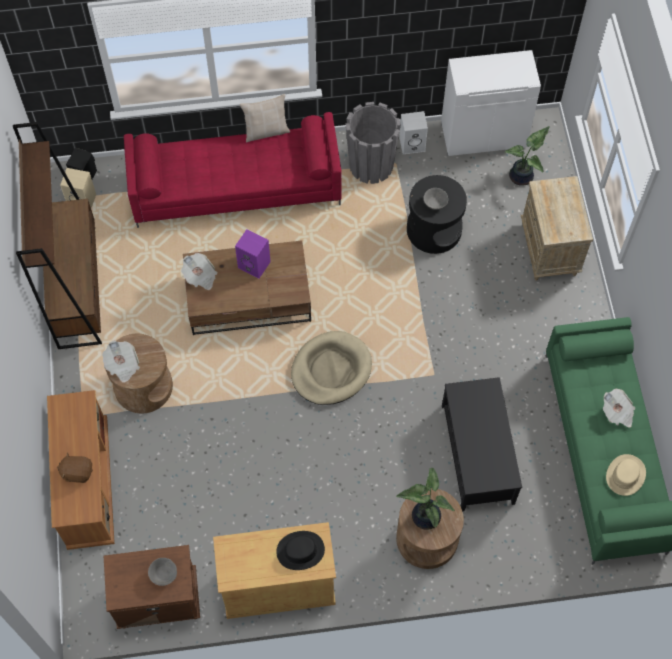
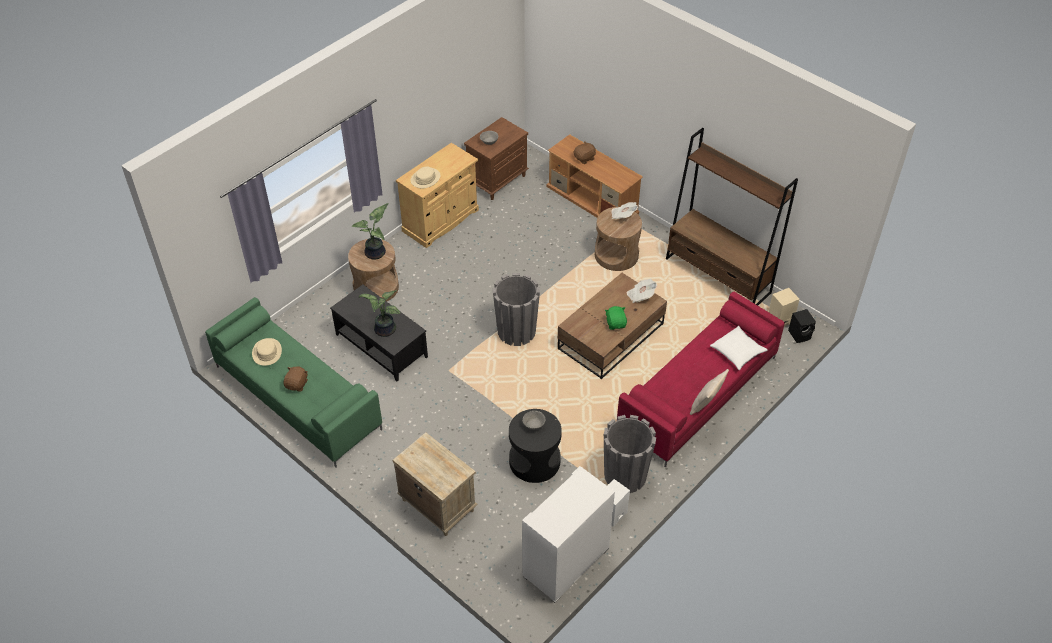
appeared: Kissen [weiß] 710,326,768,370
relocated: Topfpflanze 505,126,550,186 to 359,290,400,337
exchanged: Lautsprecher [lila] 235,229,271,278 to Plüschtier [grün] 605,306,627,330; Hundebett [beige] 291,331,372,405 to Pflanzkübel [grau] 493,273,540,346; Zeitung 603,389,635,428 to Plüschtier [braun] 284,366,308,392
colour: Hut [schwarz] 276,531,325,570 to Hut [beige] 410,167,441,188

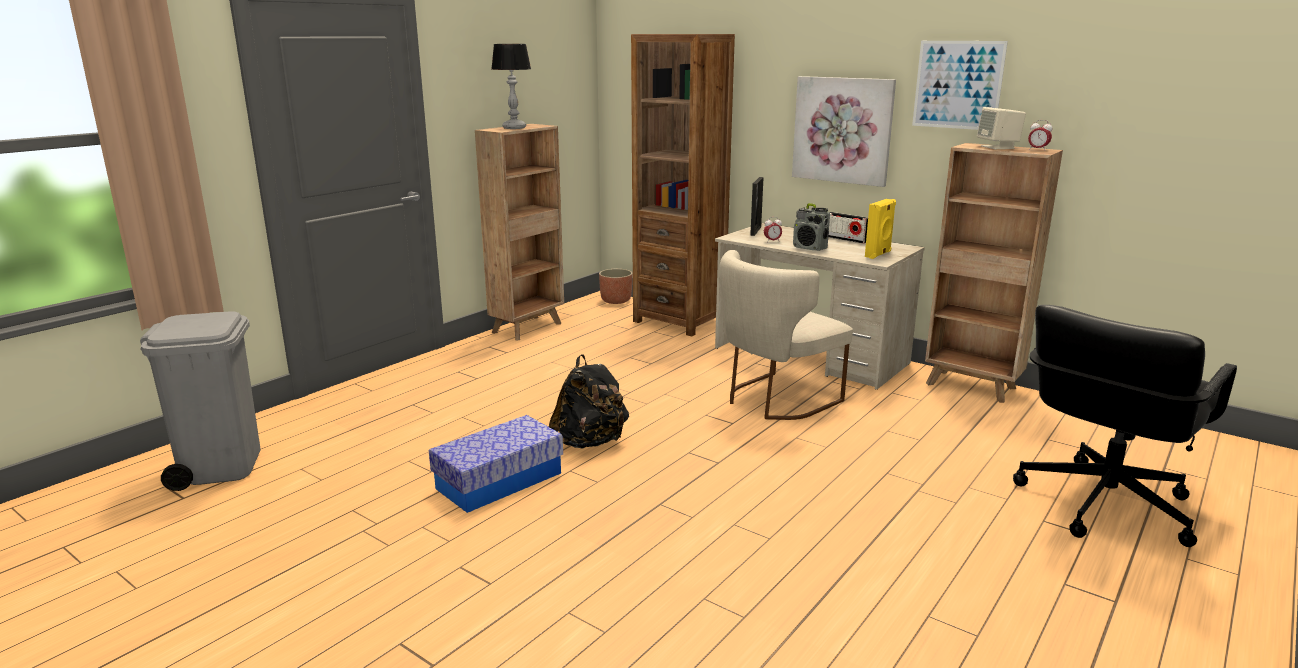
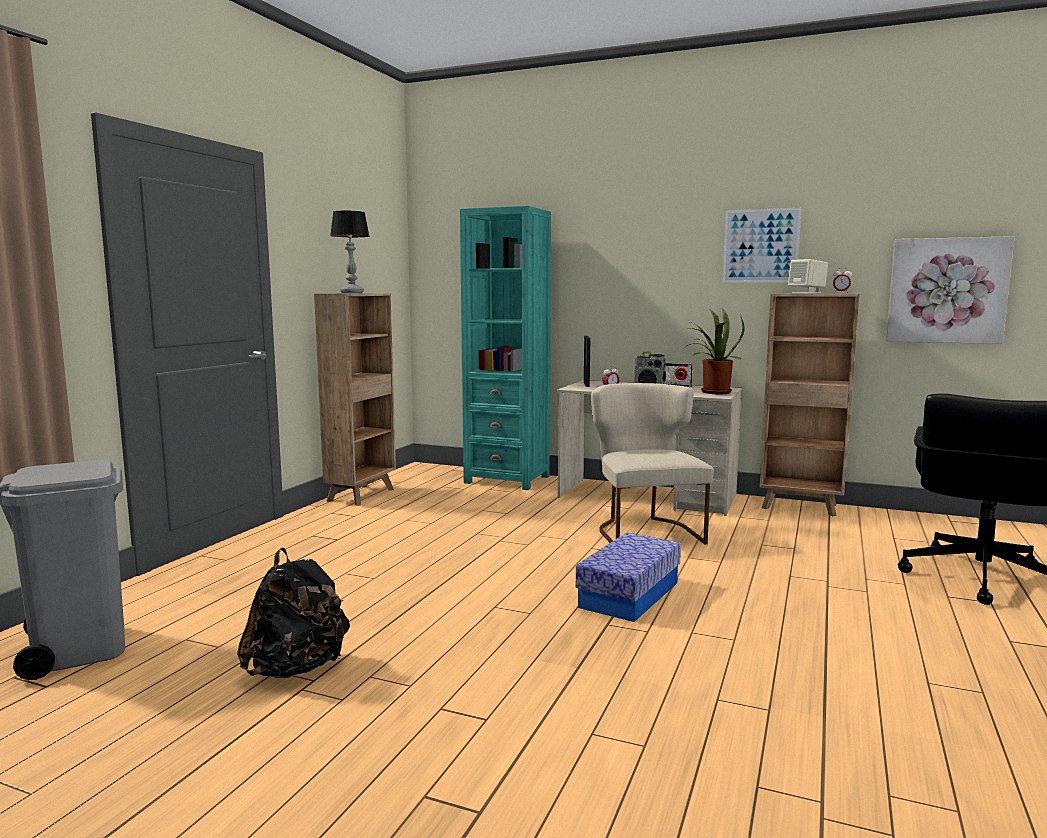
missing: Pflanzkübel 599,269,632,304
relocated: Bild 792,76,896,187 to 886,236,1014,344; Rucksack [schwarz] 549,354,629,448 to 237,548,350,678; Aufbewahrungsbox 429,415,563,513 to 576,532,681,622
exchanged: Lautsprecher [gelb] 865,199,896,259 to Topfpflanze 687,309,745,394
colour: Bücherregal [braun] 631,34,735,337 to Bücherregal [türkis] 460,206,551,490
spun: Stuhl [beige] 719,250,853,420 = 591,383,714,545 135 degrees clockwise

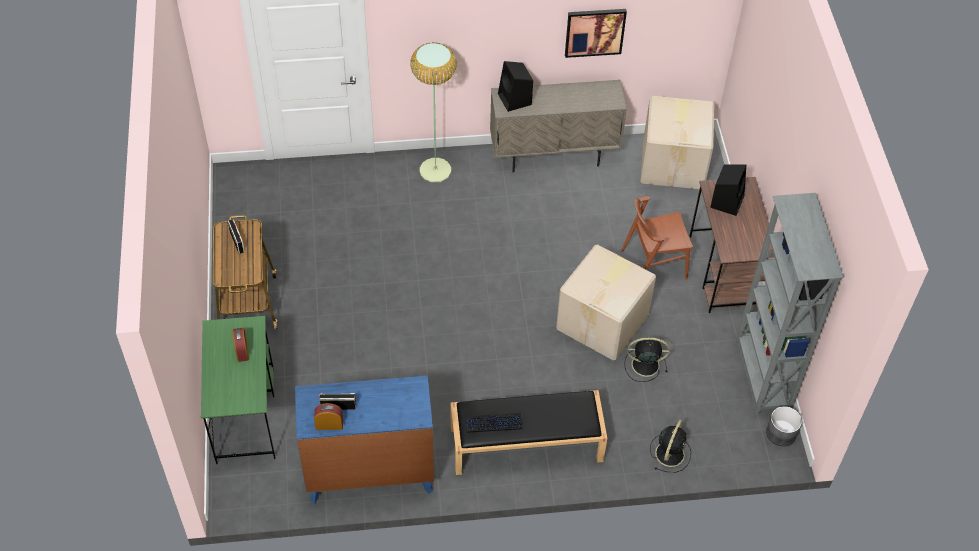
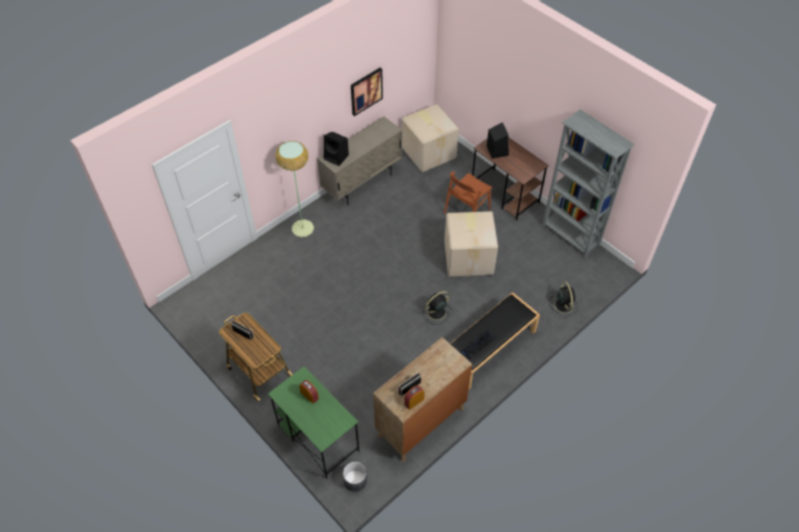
relocated: Ventilator [schwarz] 624,337,670,382 to 422,291,451,325; Pflanzkübel [grau] 766,406,802,446 to 343,462,367,492
colour: Kommode [blau] 295,376,434,504 to Kommode [braun] 373,337,472,462

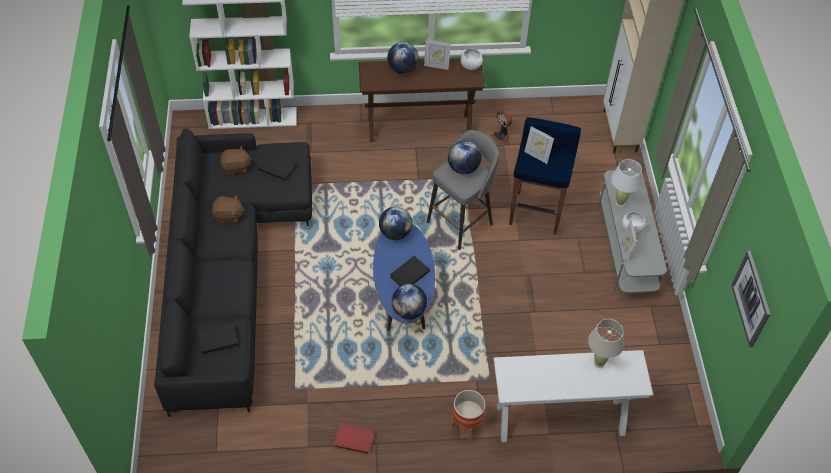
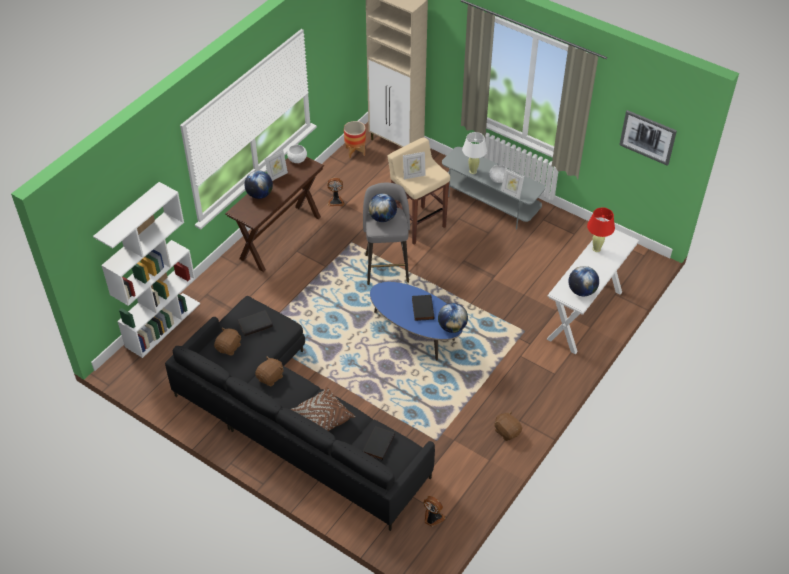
appeared: Kissen [braun] 291,387,355,431; Ventilator 423,496,445,527
relocated: Globus 379,207,412,240 to 568,266,599,296; Pflanzkübel 451,390,486,440 to 344,121,366,158
exchanged: Buch [rot] 334,424,374,455 to Plüschtier [braun] 494,411,522,441
colour: Hocker [blau] 509,117,581,234 to Hocker [beige] 388,137,450,244; Tischlampe [beige] 588,319,624,368 to Tischlampe [rot] 587,207,615,252

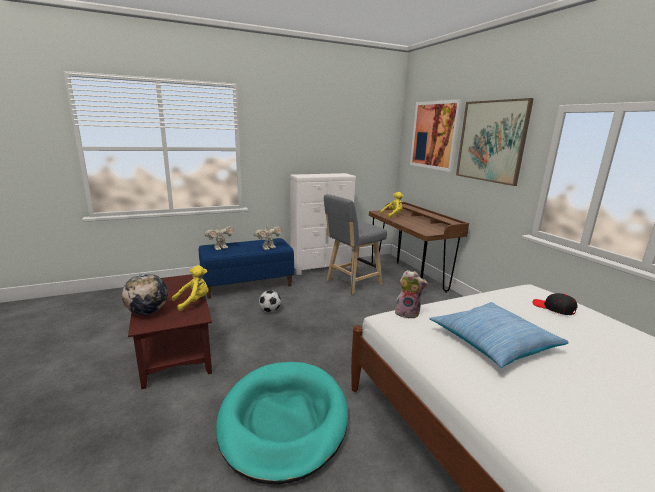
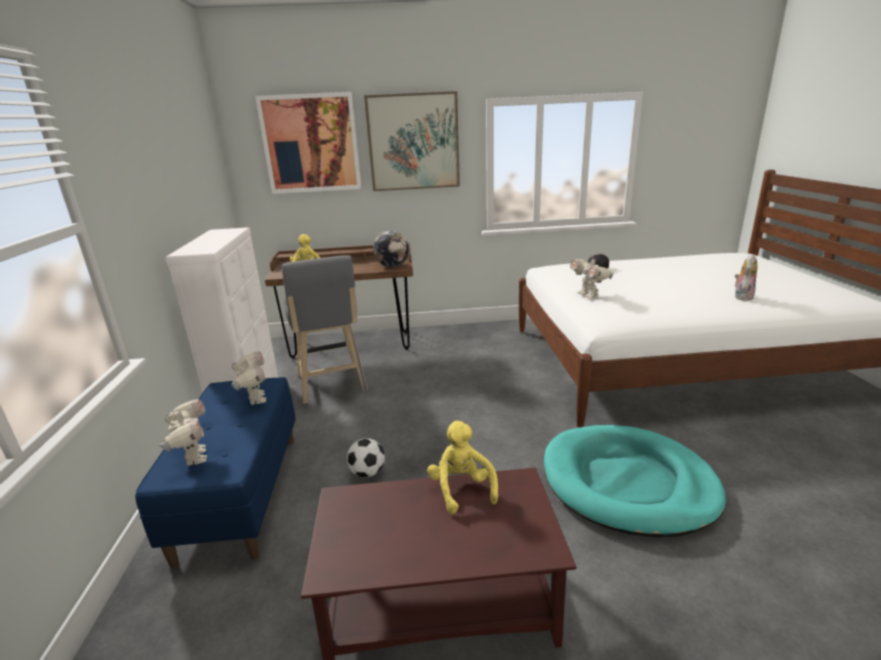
missing: Kissen 429,302,569,368
appeared: Spielzeugroboter 570,257,614,298
relocated: Plüschtier 395,270,428,318 to 735,254,757,301; Globus 122,273,168,315 to 373,231,409,267

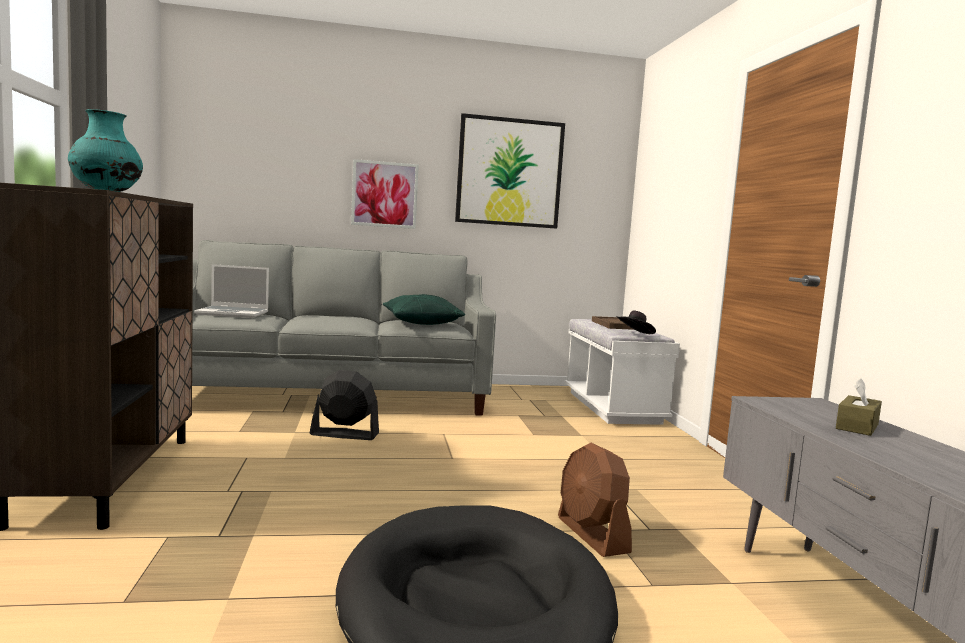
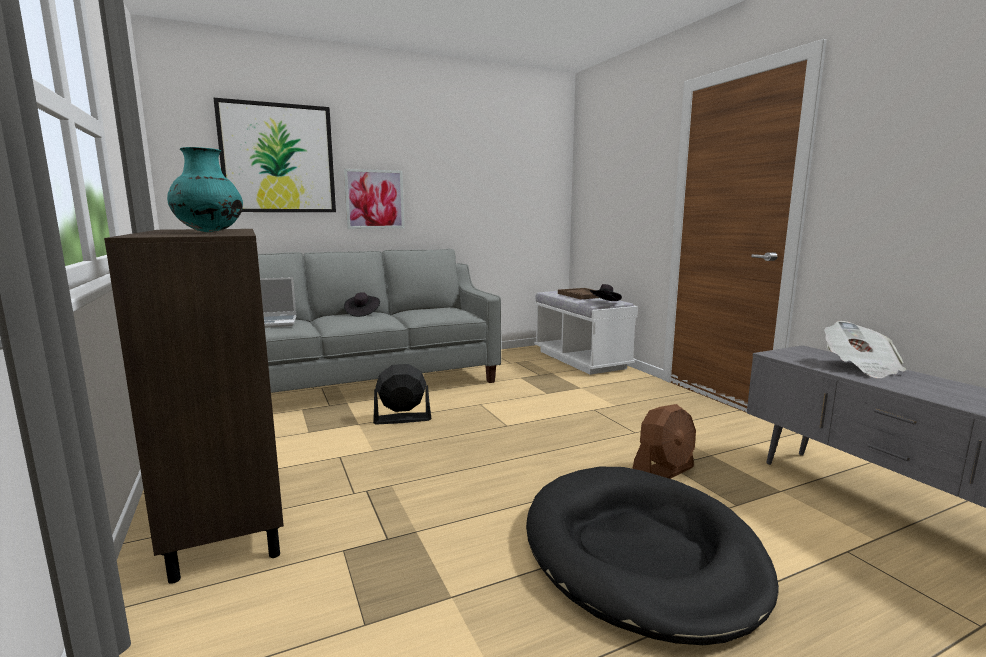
missing: Kissen [grün] 383,294,465,325
appeared: Hut [schwarz] 344,292,380,317
relocated: Bild 455,113,565,228 to 214,98,336,212
exchanged: Taschentuchbox [braun] 836,378,882,436 to Zeitung 824,321,906,378
spun: Ventilator [braun] 558,443,632,557 = 632,404,696,479 90 degrees counterclockwise

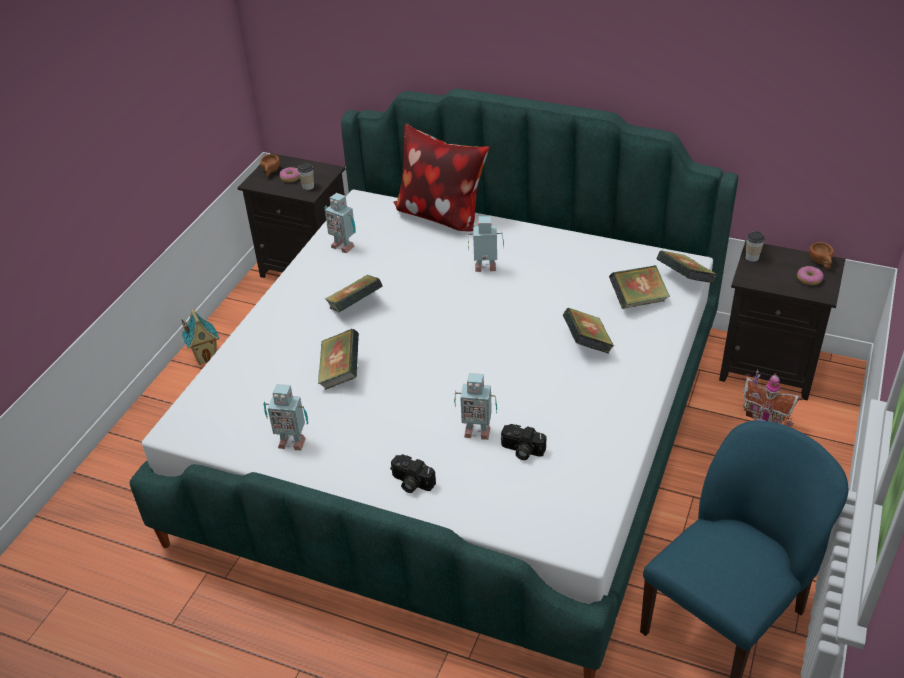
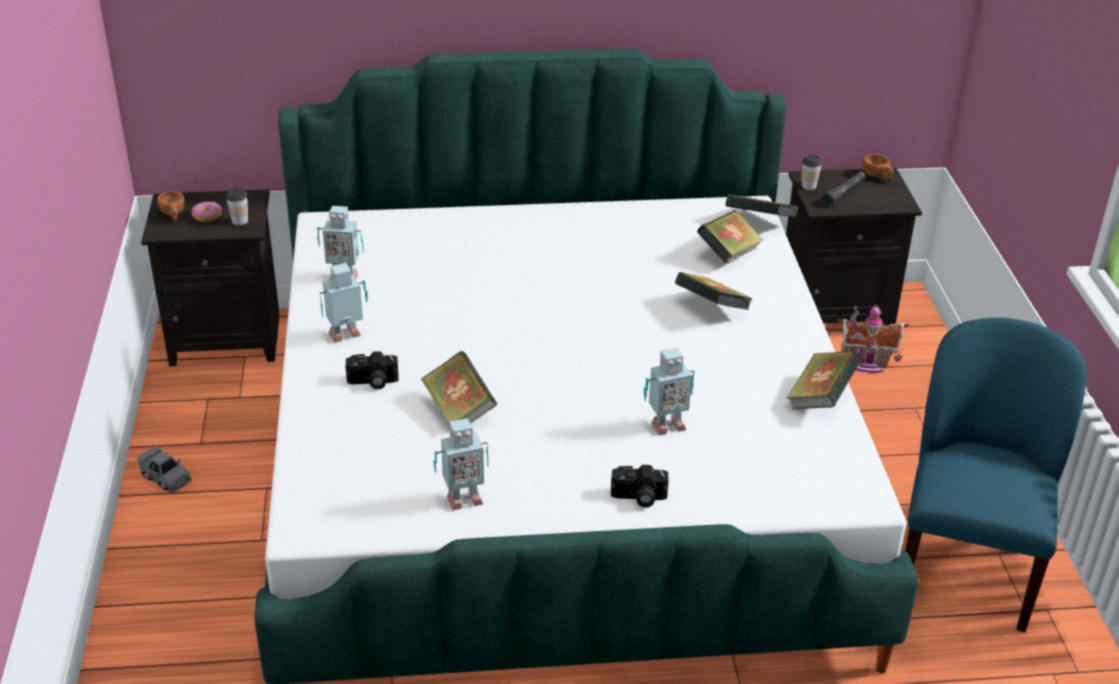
missing: Kissen 394,124,489,231; Donut 797,266,823,285
appeared: Taschenlampe [grau] 822,172,865,206
relocated: Spielzeugroboter 468,216,504,272 to 319,263,368,343; Buch 325,275,383,312 to 787,351,861,409; Kamera 501,424,547,460 to 345,351,398,389
exchanged: Spielzeughaus 181,309,220,365 to Spielzeugauto [grau] 137,446,192,493

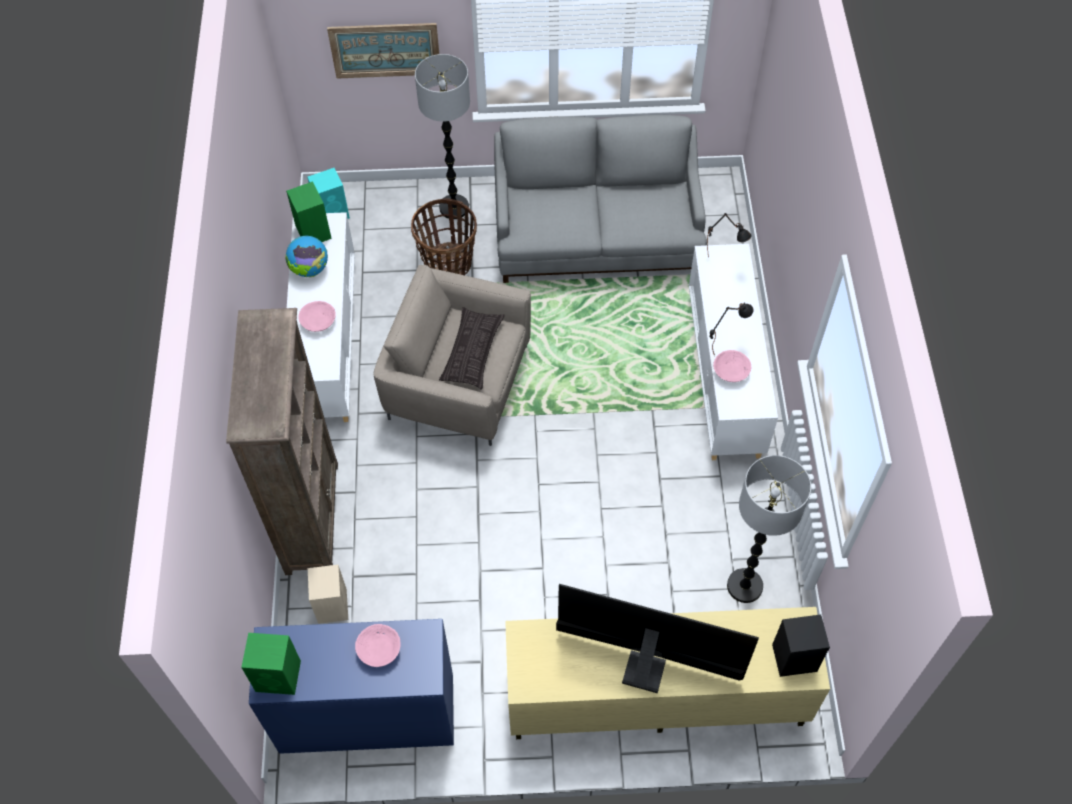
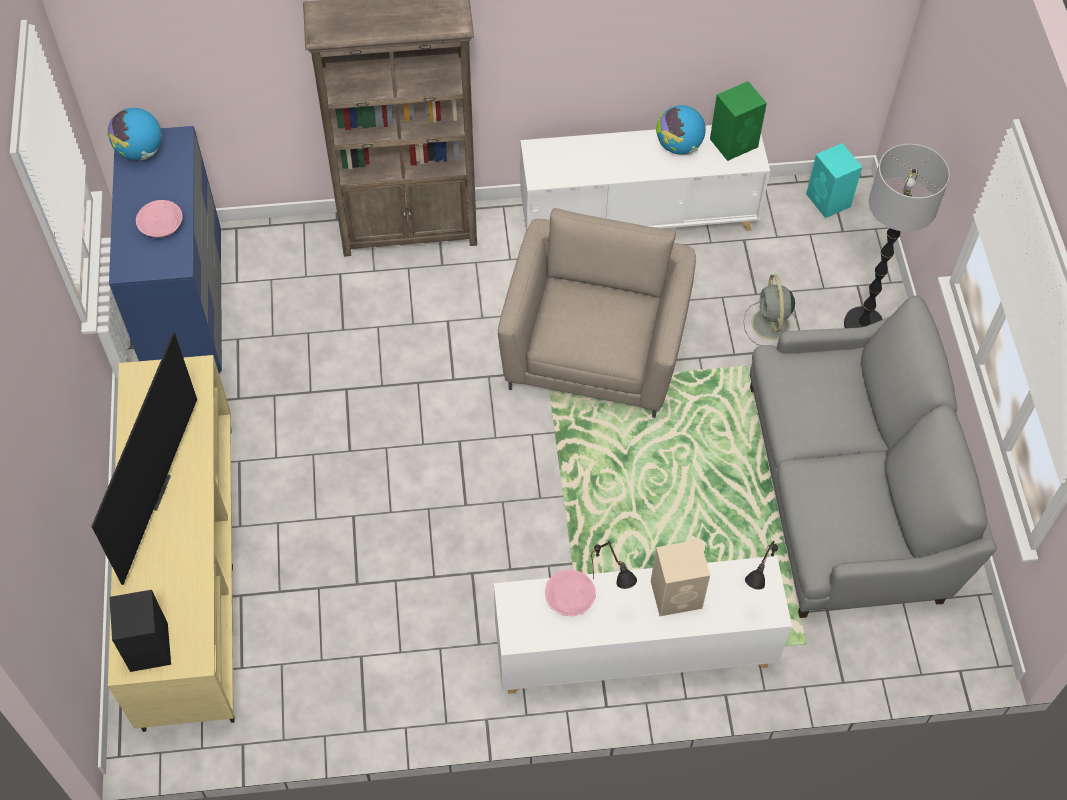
missing: Bild 327,23,439,79; Schüssel [rosa] 298,301,336,332; Kissen 439,307,504,390; Stehlampe 727,455,811,603
relocated: Lautsprecher [beige] 308,565,348,624 to 651,540,710,616
exchanged: Korb 411,198,477,275 to Ventilator [grau] 743,274,800,346; Lautsprecher [grün] 241,633,301,695 to Globus 107,108,162,160

